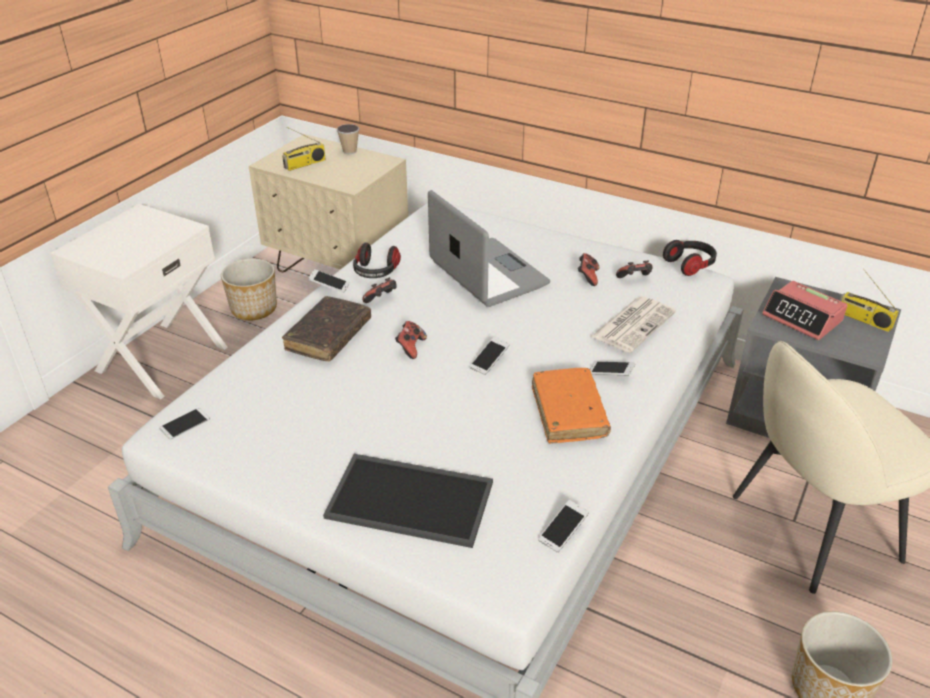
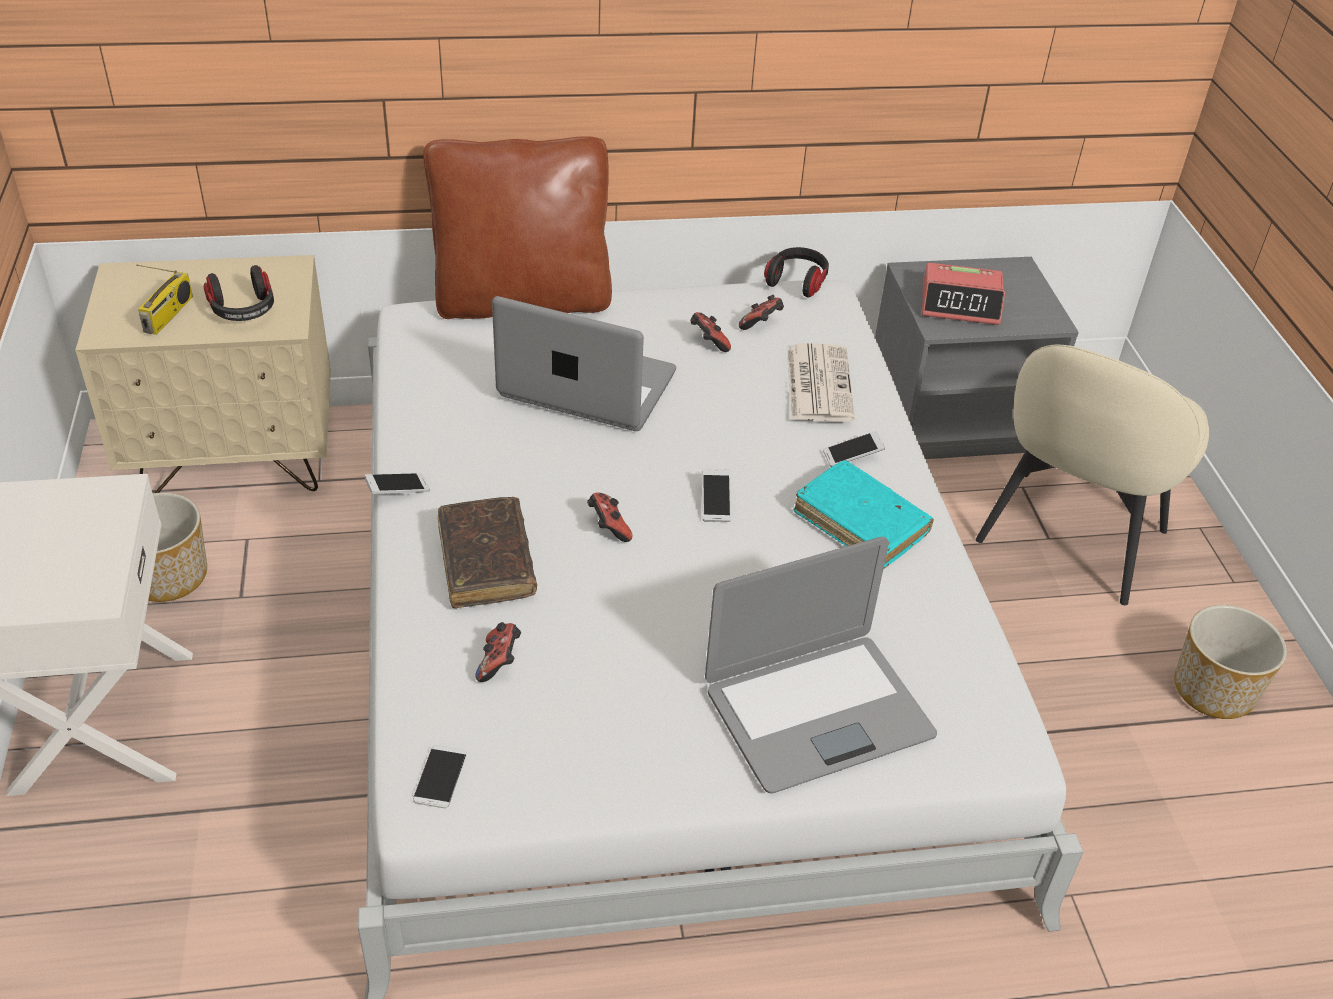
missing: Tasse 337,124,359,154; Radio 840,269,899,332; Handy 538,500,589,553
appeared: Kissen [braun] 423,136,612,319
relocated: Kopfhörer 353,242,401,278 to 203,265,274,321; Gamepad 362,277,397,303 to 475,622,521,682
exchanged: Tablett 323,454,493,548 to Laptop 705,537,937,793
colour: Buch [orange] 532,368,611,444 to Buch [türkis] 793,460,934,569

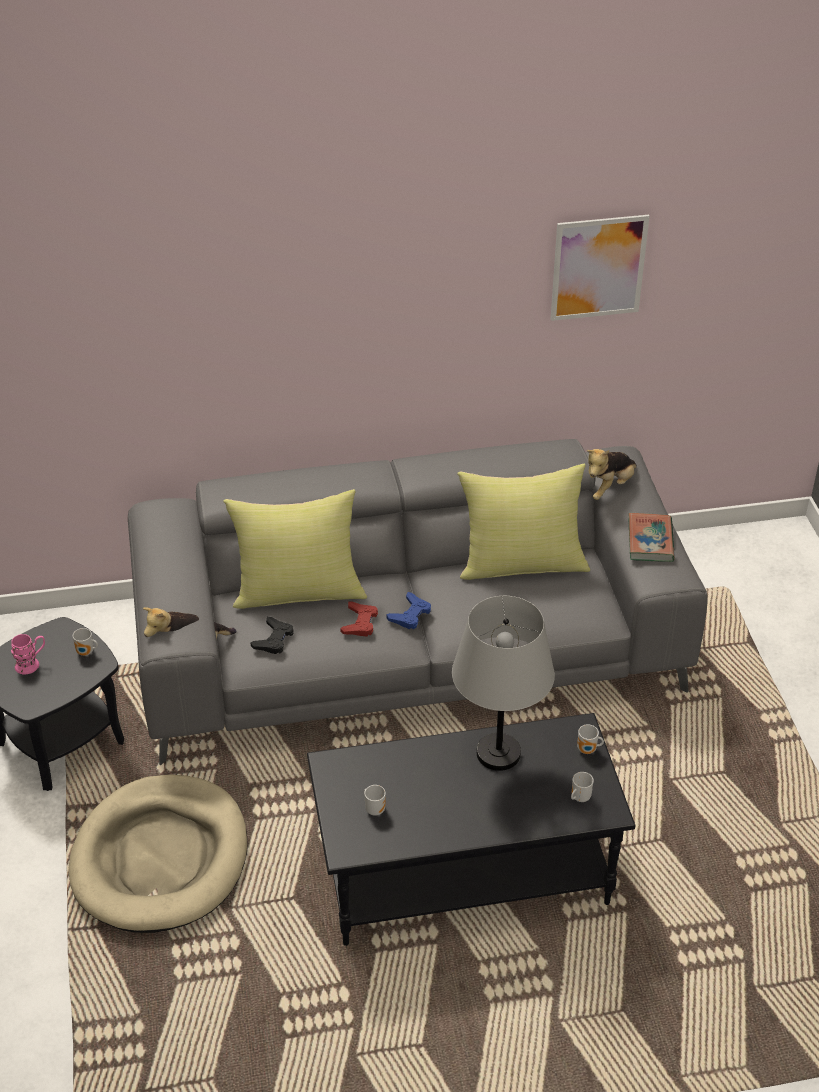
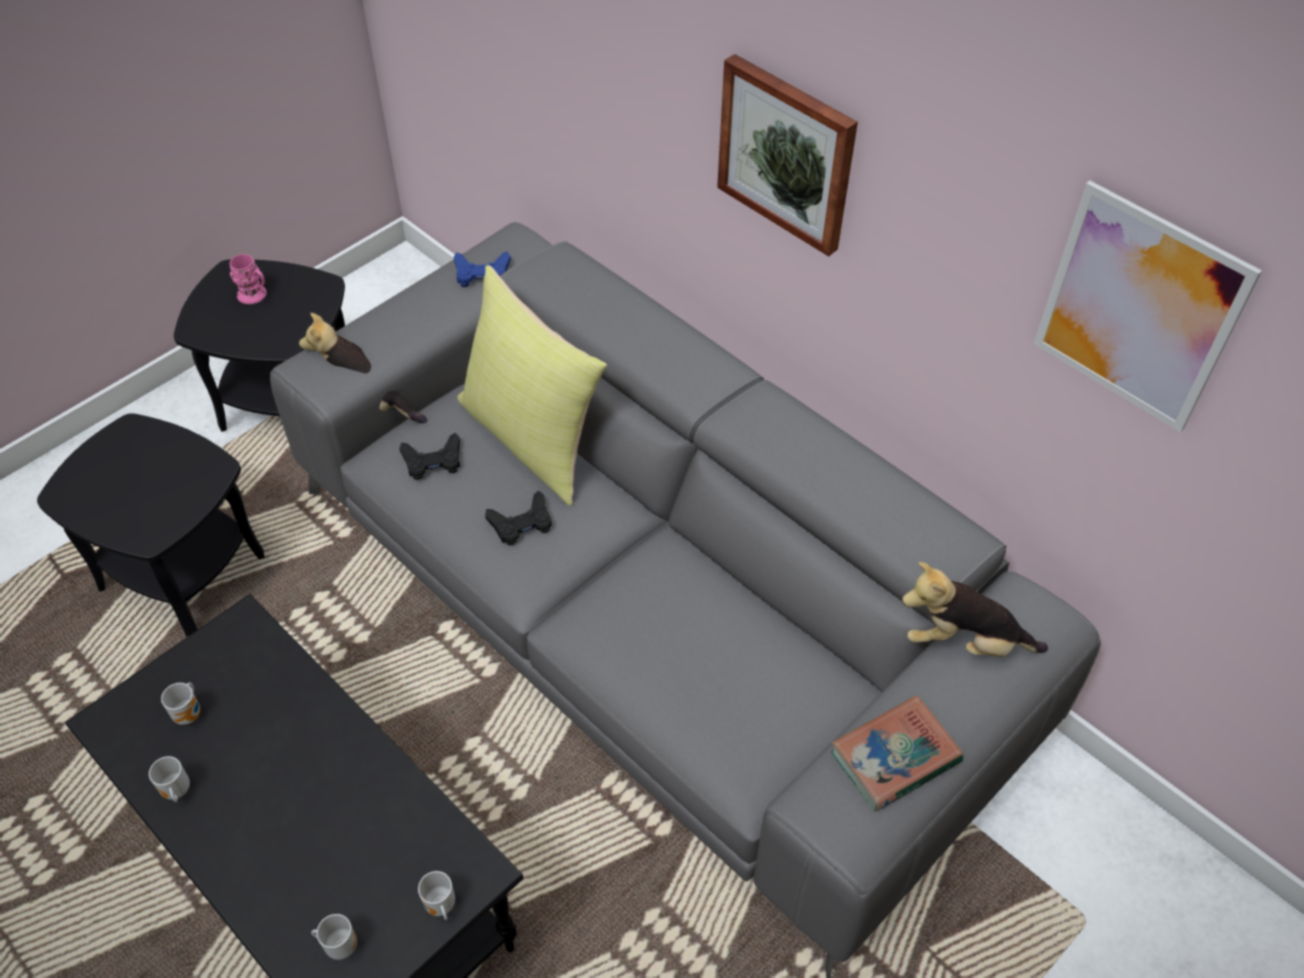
missing: Kissen [gelb] 457,464,590,580; Tischlampe [grau] 452,596,555,771
appeared: Bild 717,54,858,256
relocated: Gamepad [blau] 387,592,431,629 to 454,251,511,287; Henkelbecher 73,628,98,656 to 149,756,190,802
exchanged: Hundebett [beige] 69,774,247,933 to Beistelltisch [schwarz] 37,413,265,636
colour: Gamepad [rot] 340,602,378,636 to Gamepad [schwarz] 485,490,552,545

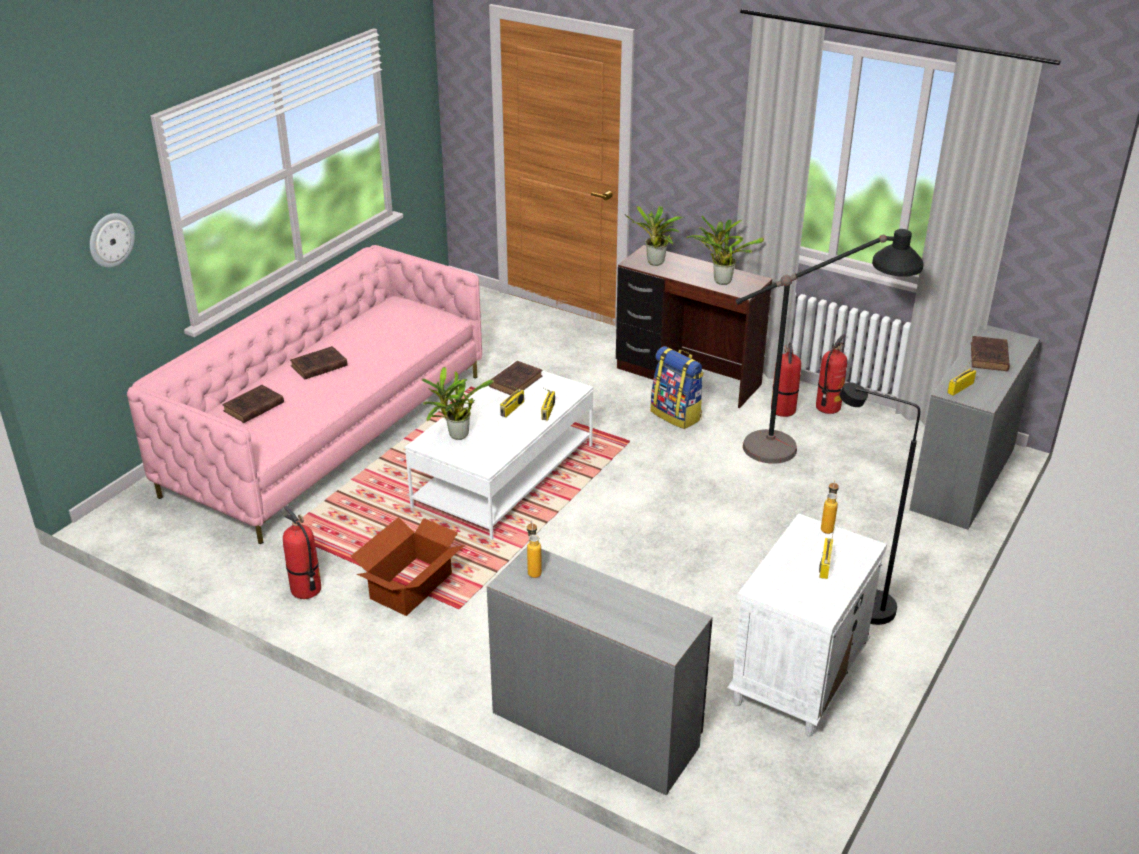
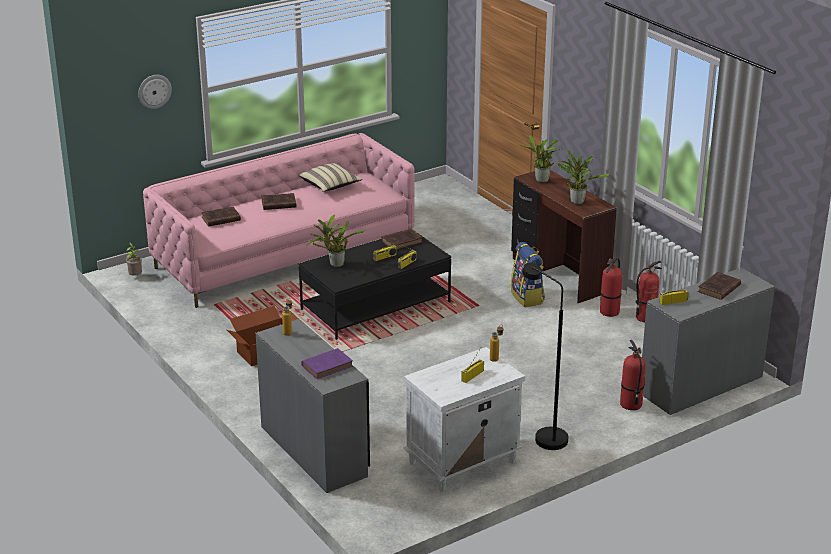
missing: Stehlampe [schwarz] 736,229,924,464
appeared: Kissen [beige] 299,163,362,192; Topfpflanze 126,243,142,276; Buch [lila] 301,348,353,379
relocated: Feuerlöscher 283,506,321,599 to 620,340,646,410
colour: Couchtisch [weiß] 405,361,594,540 to Couchtisch [schwarz] 299,232,451,340

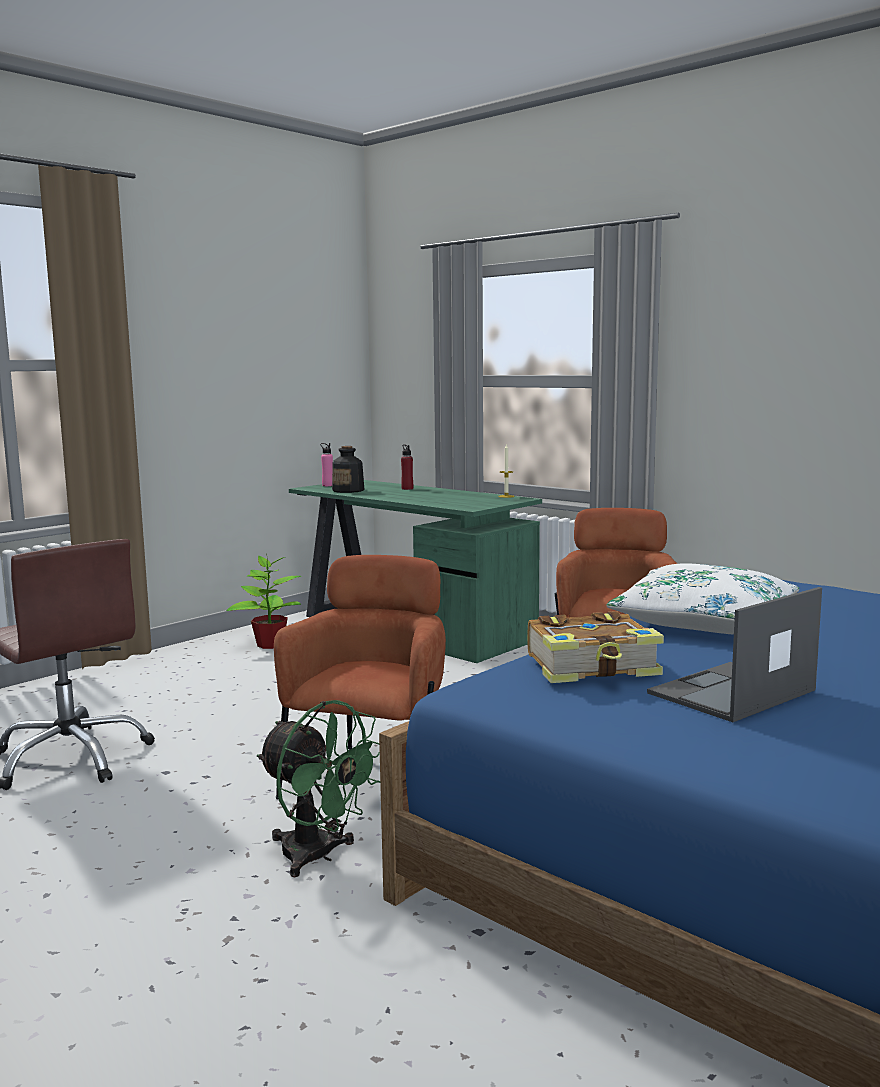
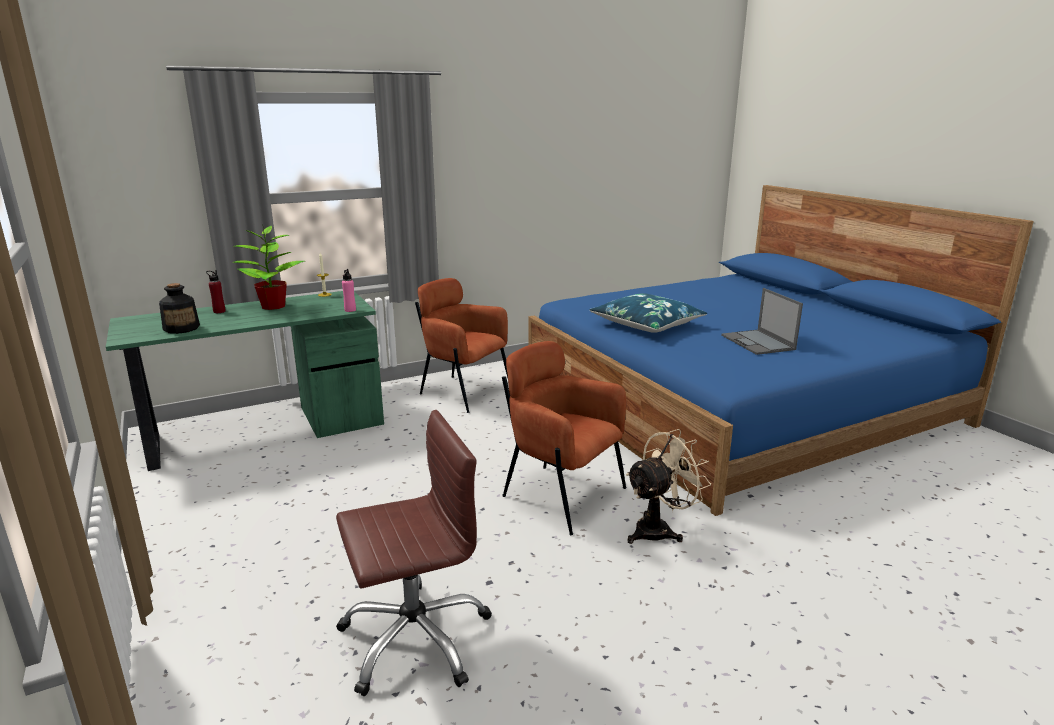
missing: Buch 528,611,664,683
relocated: Flasche [rosa] 320,443,333,486 to 342,269,356,312; Topfpflanze 226,554,301,649 to 232,226,304,310
colour: Kissen [weiß] 607,563,799,635 to Kissen [blau] 589,293,707,333; Ventilator [grün] 257,700,380,877 to Ventilator [beige] 626,429,711,544

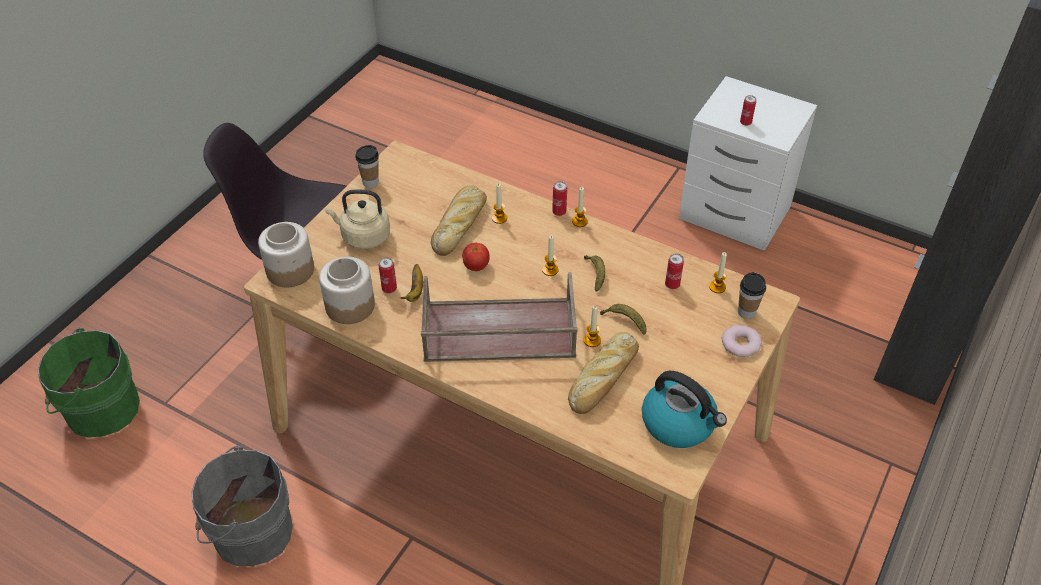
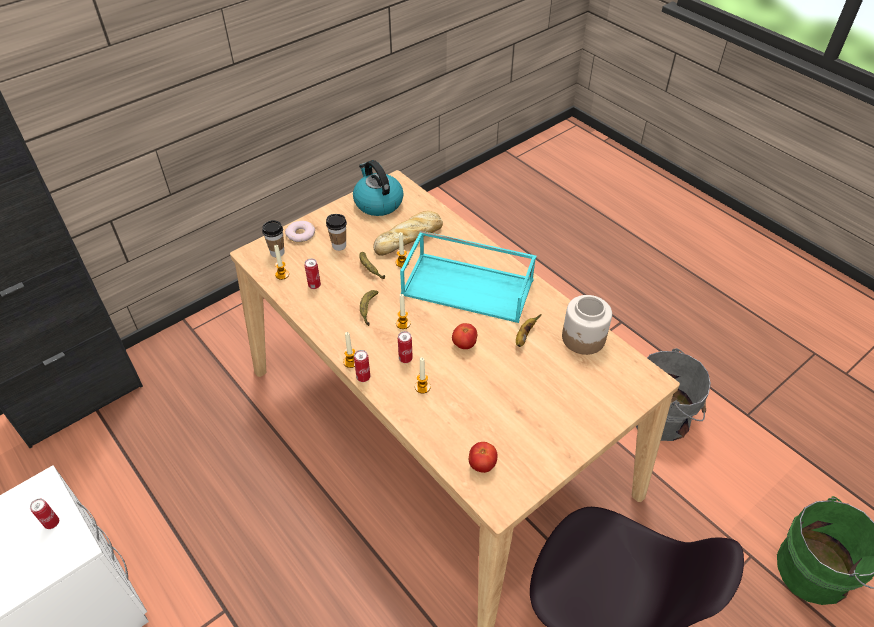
missing: Brot 431,185,487,256; Wasserkessel [beige] 325,190,390,249; Vorratsglas 258,222,314,287
appeared: Tomate 469,442,497,473
relocated: Tasse 355,145,379,188 to 326,214,347,251; Dose 379,257,397,293 to 398,331,413,363
colour: Tablett [braun] 421,272,578,362 to Tablett [türkis] 400,231,536,323

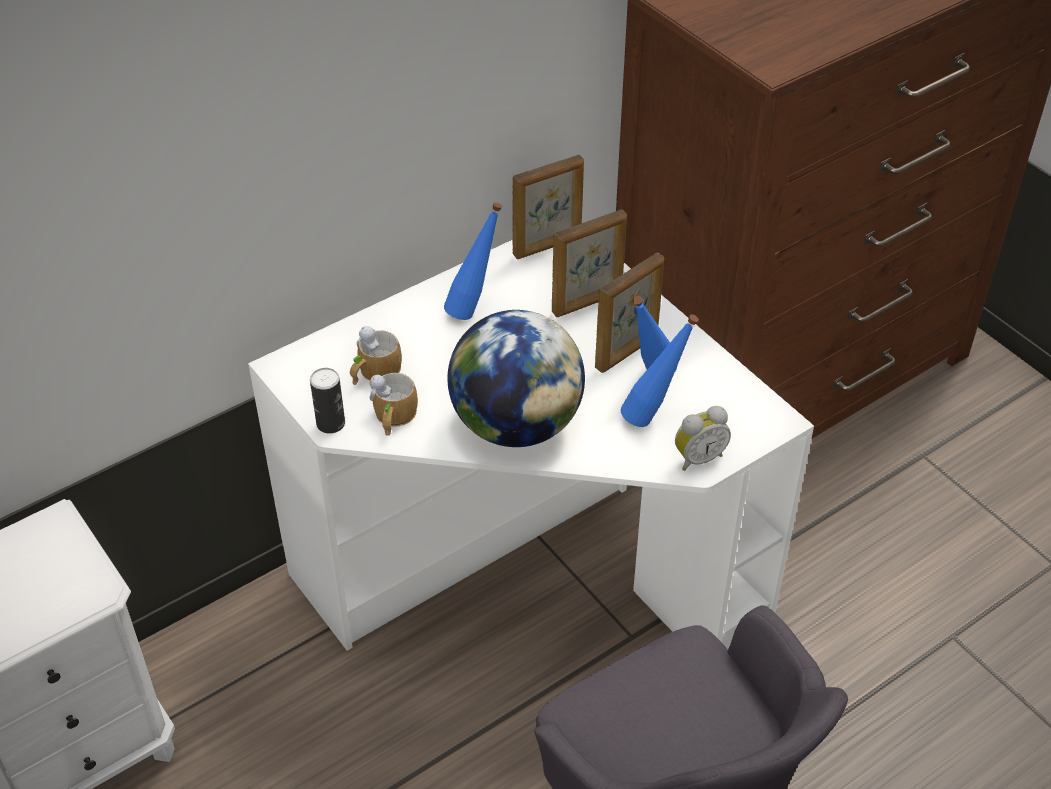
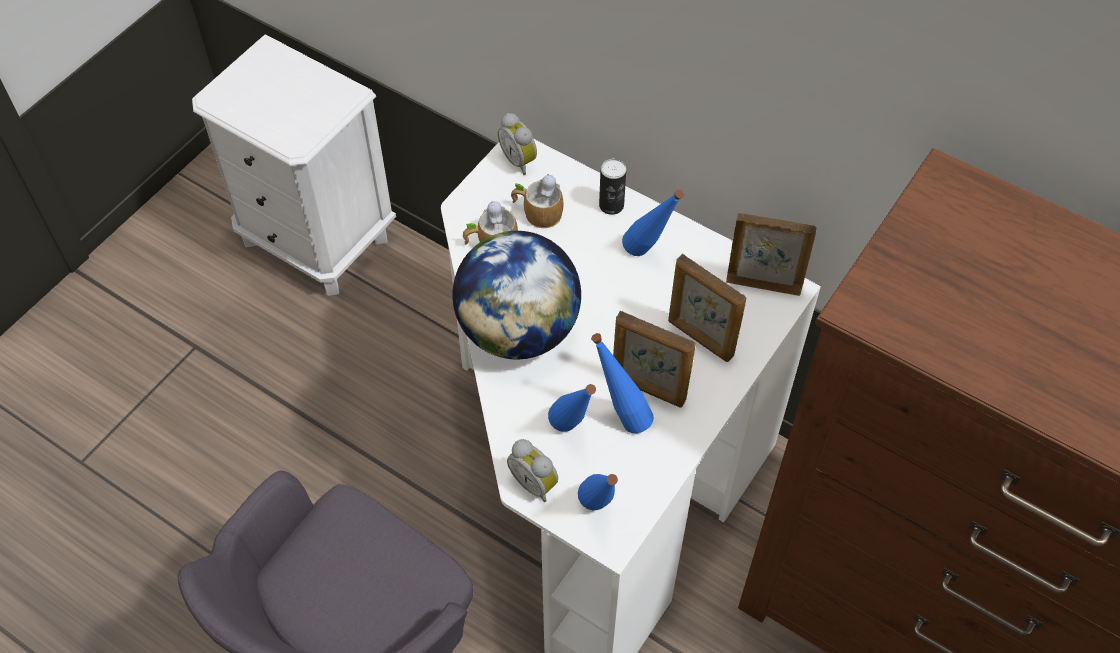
appeared: Wecker 498,113,537,175; Flasche [blau] 578,474,618,510
relocated: Dose 310,368,345,434 to 599,159,626,215
spun: Bilderrahmen 512,155,584,259 = 726,213,816,296 150 degrees clockwise

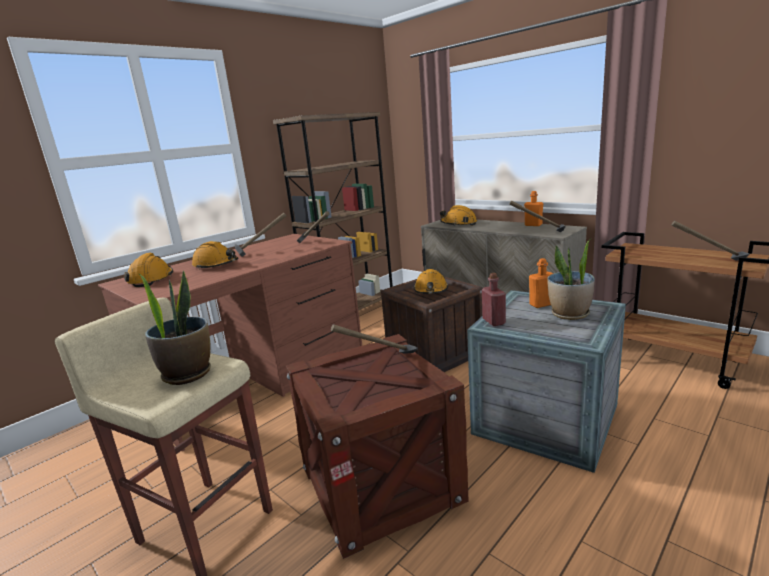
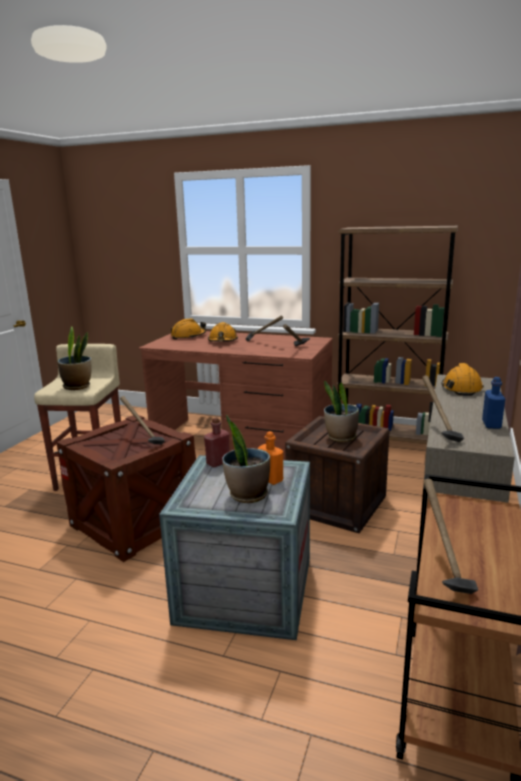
exchanged: Schutzhelm [orange] 414,269,448,294 to Topfpflanze 324,380,359,442
colour: Flasche [orange] 524,191,543,226 to Flasche [blau] 482,377,505,429

